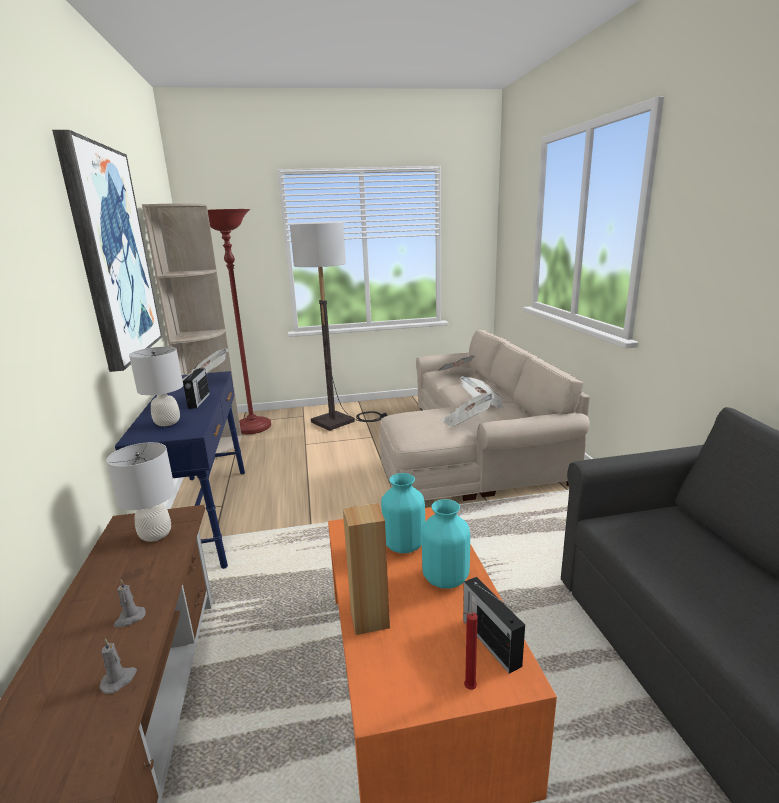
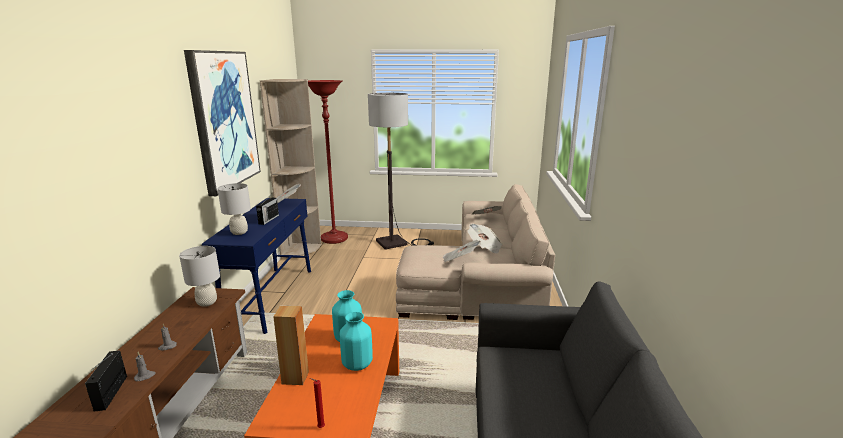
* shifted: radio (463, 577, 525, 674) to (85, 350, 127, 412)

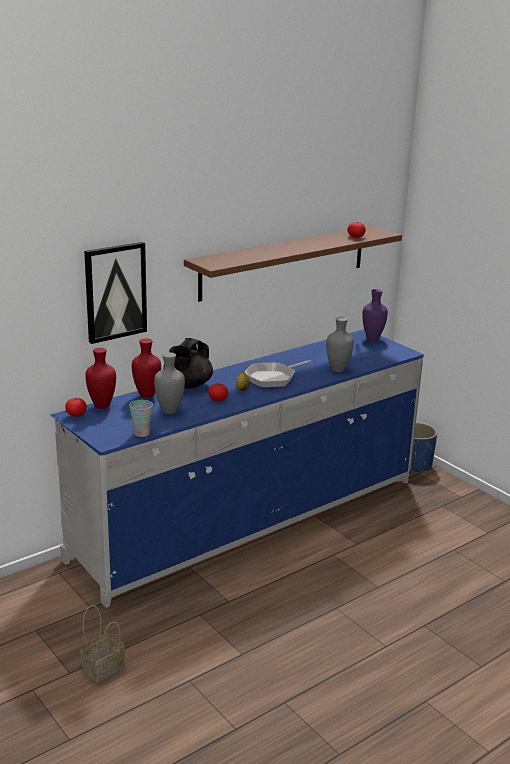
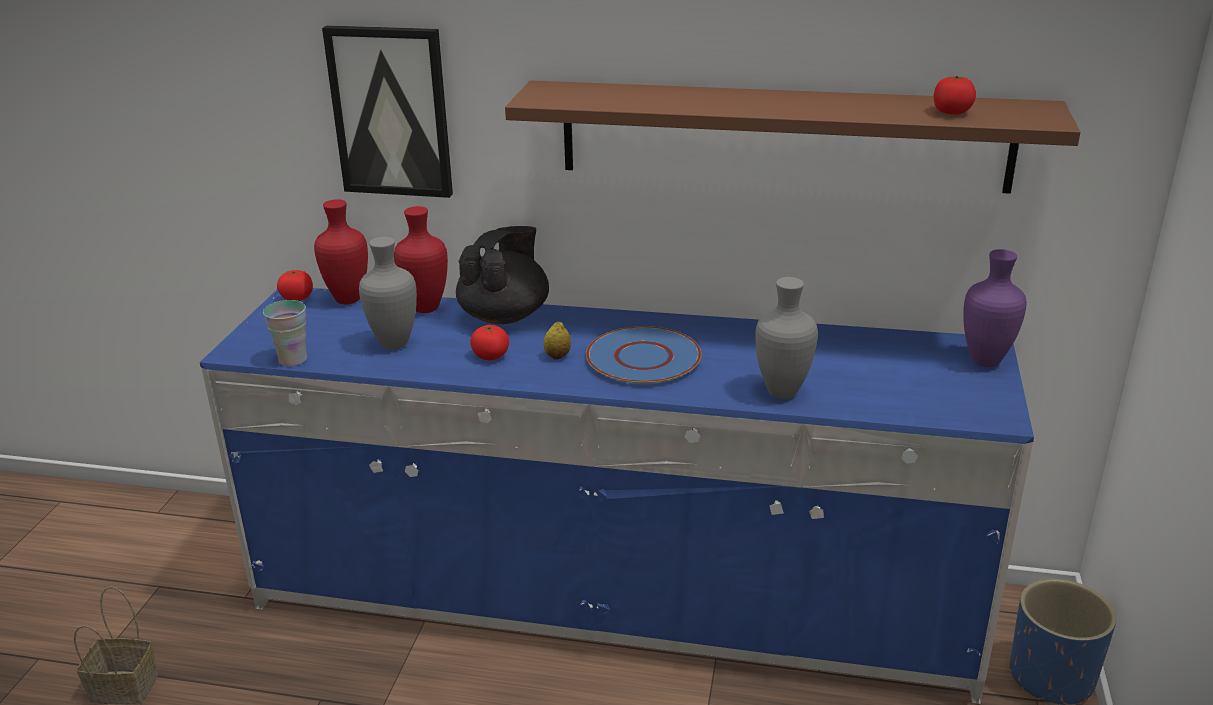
* rotated: tetera/negro (163, 338, 213, 389) = (456, 226, 549, 324) 135 degrees clockwise
* swapped: sartén (245, 360, 311, 388) to plato/azul (586, 326, 702, 385)

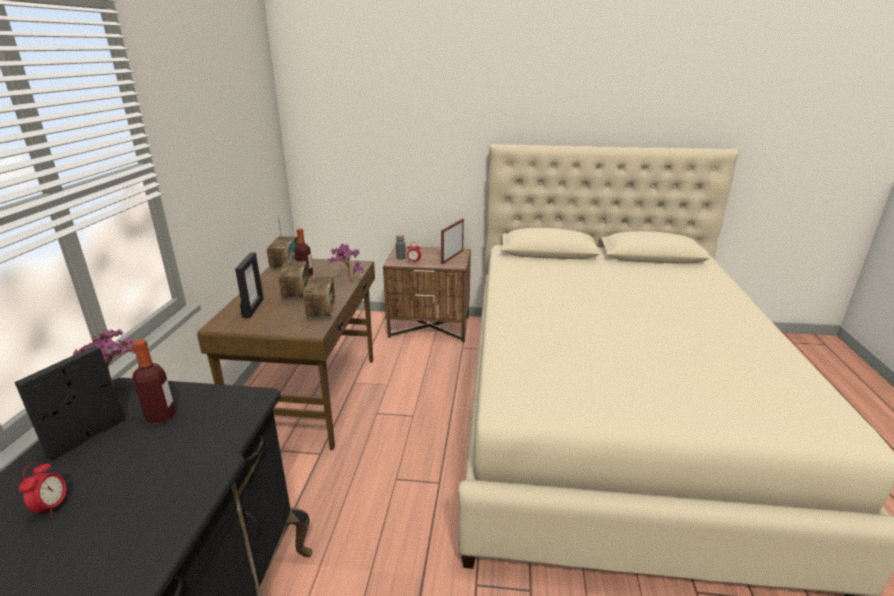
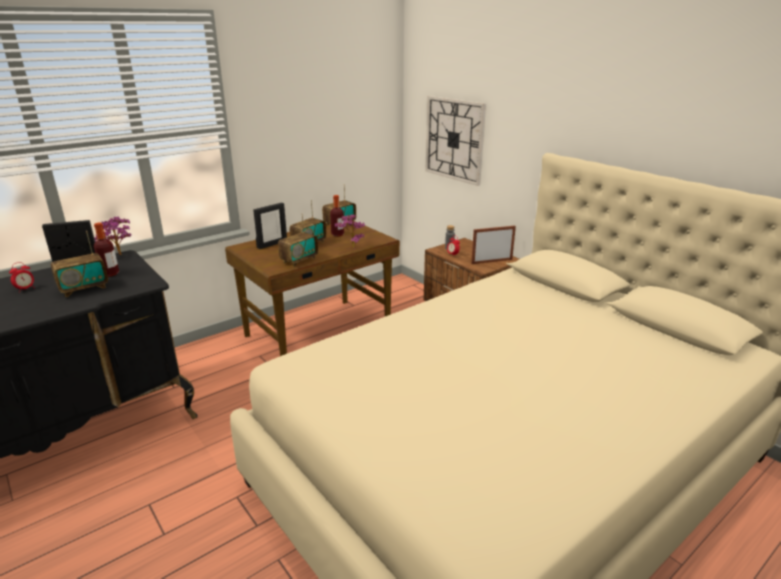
* new: reloj de pared (425, 96, 486, 186)
* new: radio (51, 231, 108, 297)

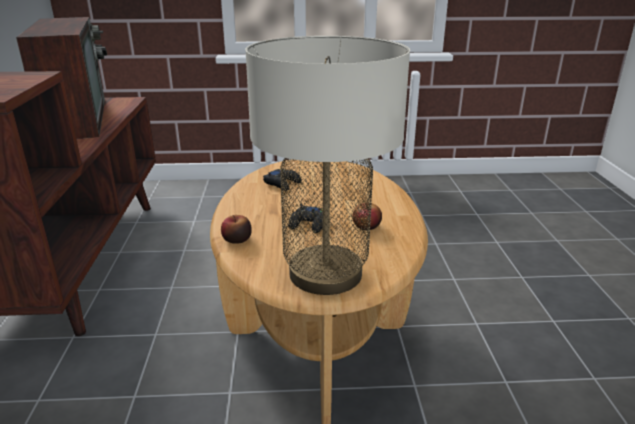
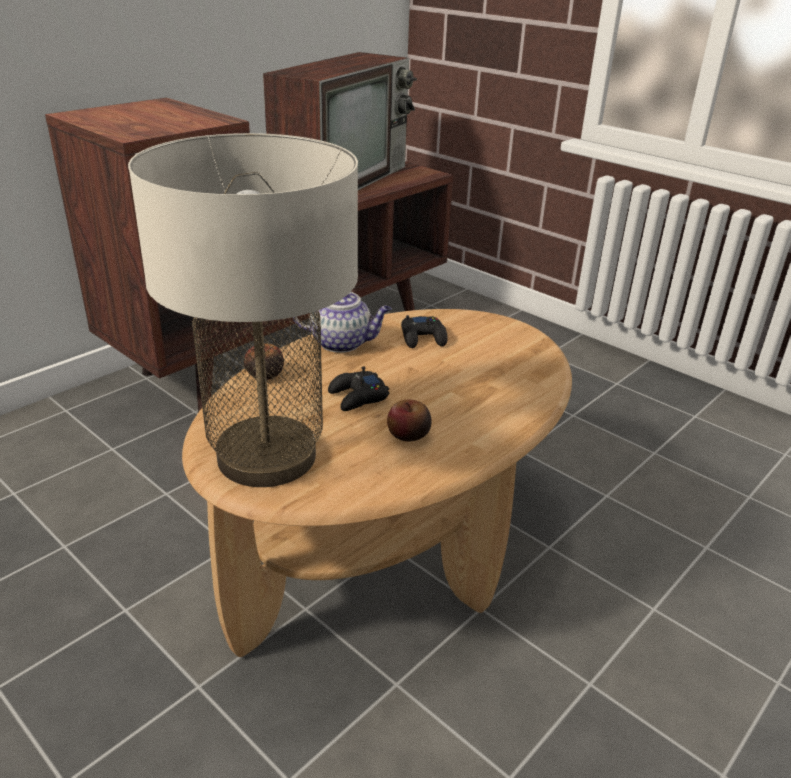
* new: tetera (292, 292, 392, 353)

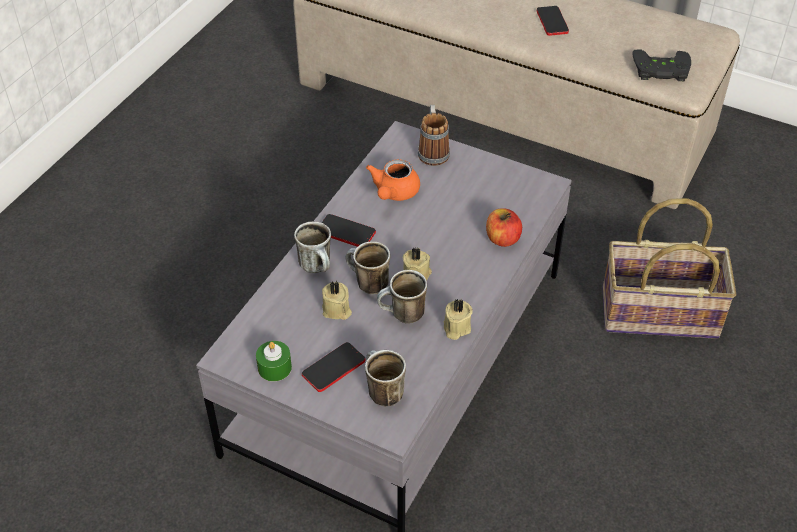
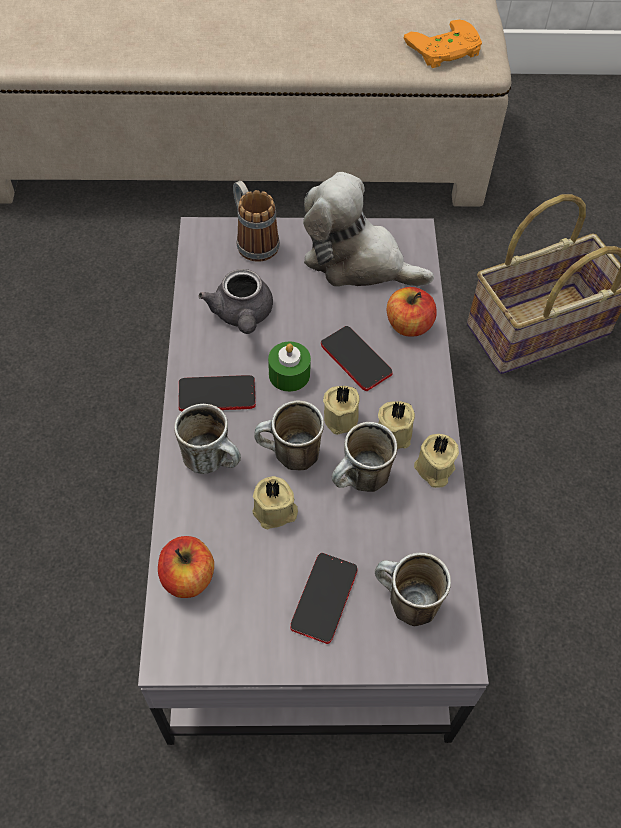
* shifted: móvil (537, 6, 569, 36) to (321, 326, 393, 391)
* repainted: mando de consola/negro (632, 49, 691, 81) to mando de consola/naranja (404, 20, 482, 68)
* repainted: tetera/naranja (366, 159, 420, 201) to tetera/gris (198, 269, 273, 334)
* shifted: vela/verde (256, 341, 292, 381) to (268, 341, 311, 392)
* new: peluche (303, 172, 434, 287)
* new: vela/beis (378, 401, 415, 449)
* new: manzana (158, 536, 214, 598)

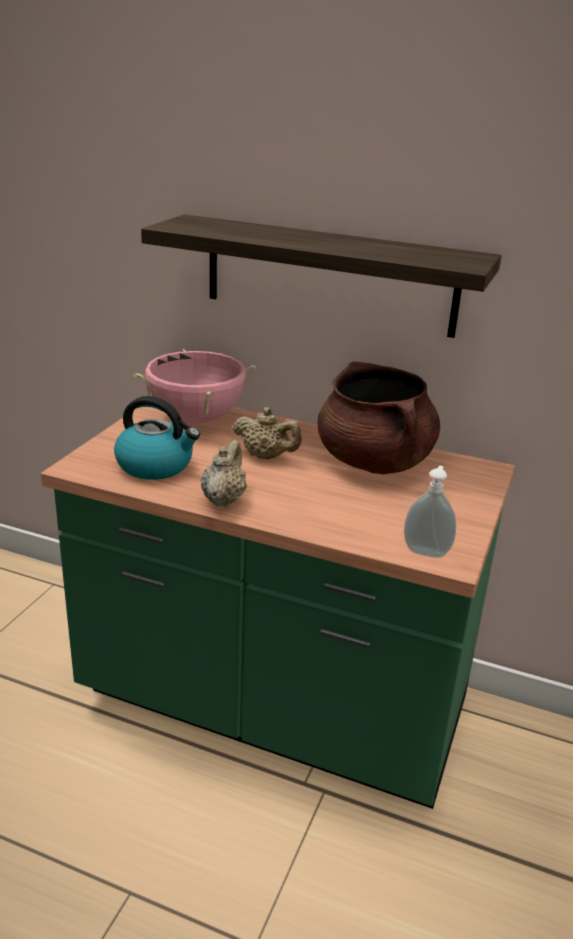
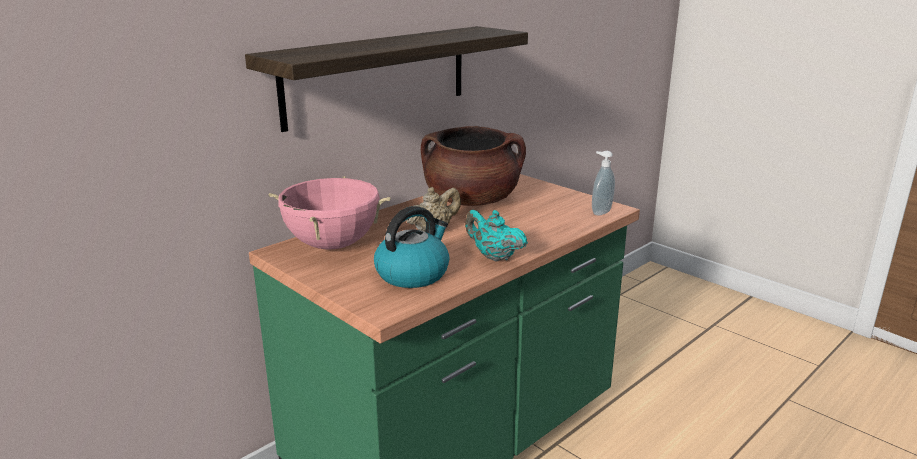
* repainted: tetera/beis (201, 440, 247, 507) to tetera/turquesa (465, 210, 528, 261)

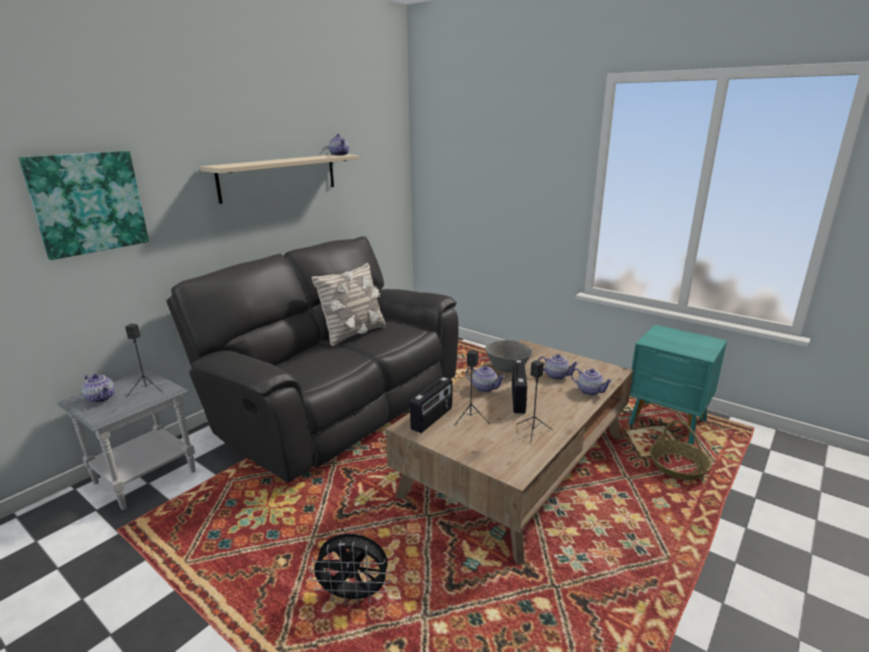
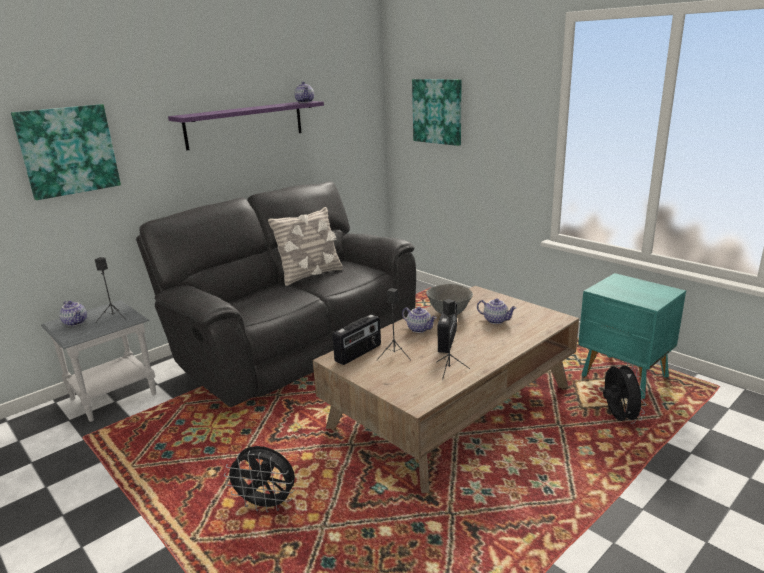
* repainted: estante/beis (200, 154, 359, 204) to estante/morado (168, 101, 324, 150)
* gone: tetera (571, 368, 613, 396)
* swapped: cesta (649, 420, 712, 480) to ventilador/negro (603, 362, 646, 424)
* new: cuadro (412, 79, 462, 146)

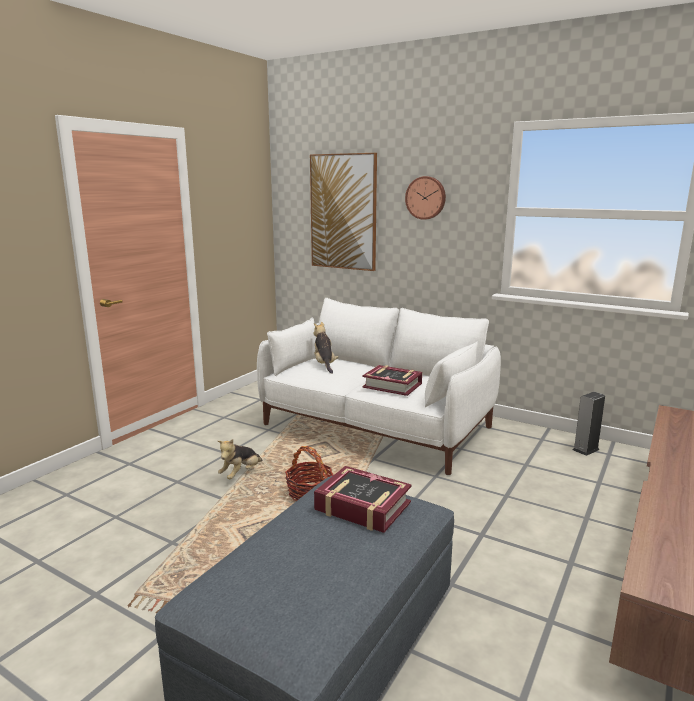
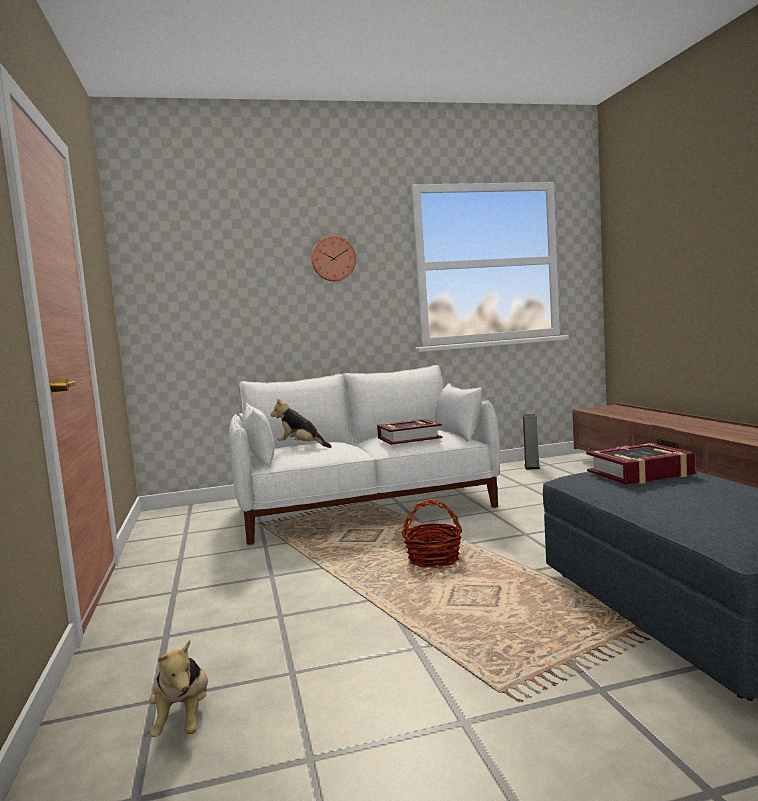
* gone: cuadro (310, 153, 377, 271)
* shifted: peluche (218, 439, 263, 479) to (149, 640, 208, 737)

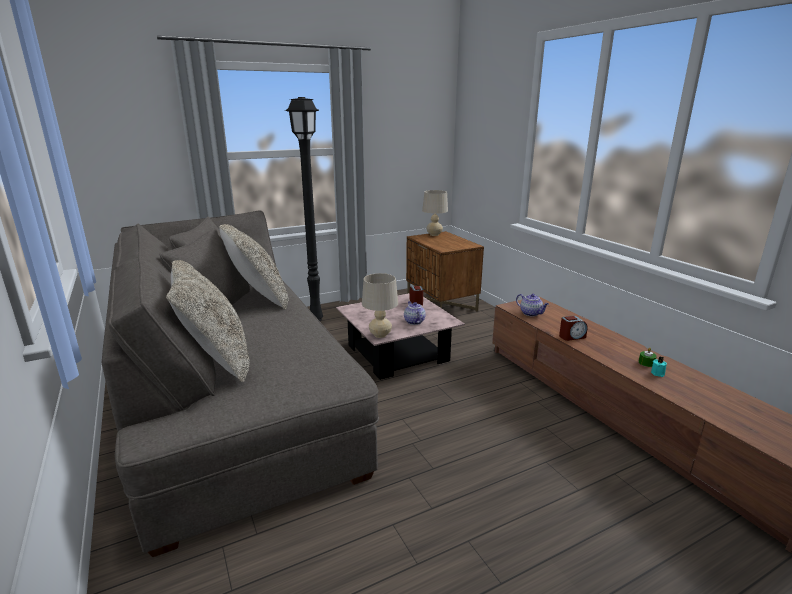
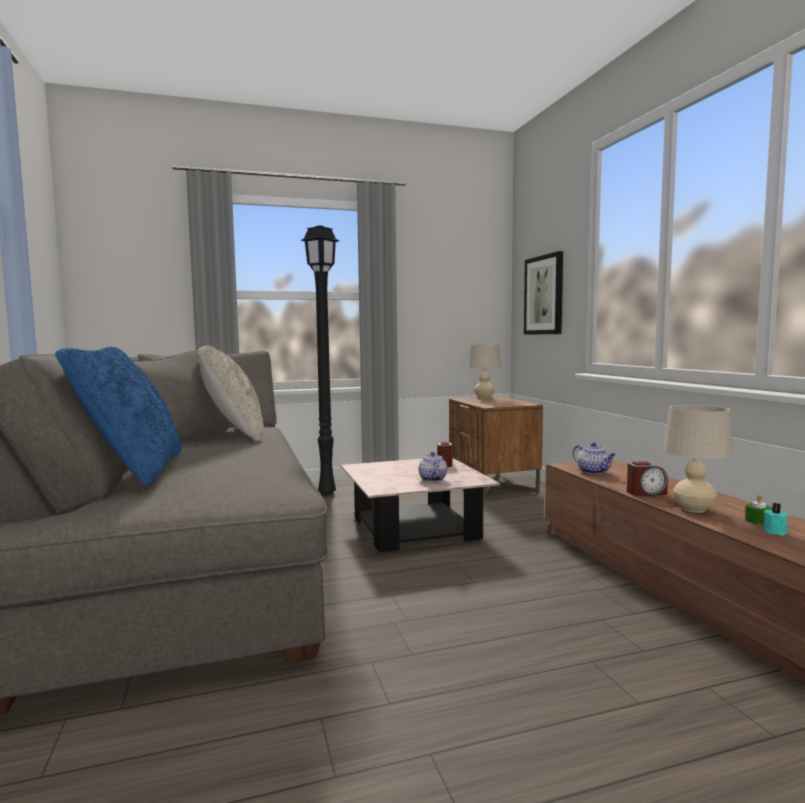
* repainted: cojín/beis (167, 260, 249, 382) to cojín/azul (55, 347, 181, 486)
* shifted: lámpara de mesa/beis (362, 273, 398, 338) to (663, 405, 732, 513)
* new: cuadro (524, 251, 563, 335)

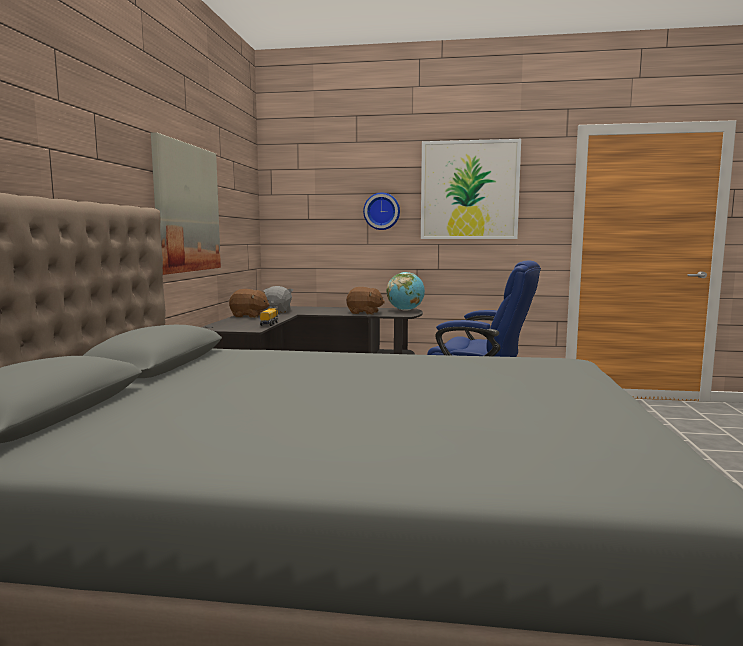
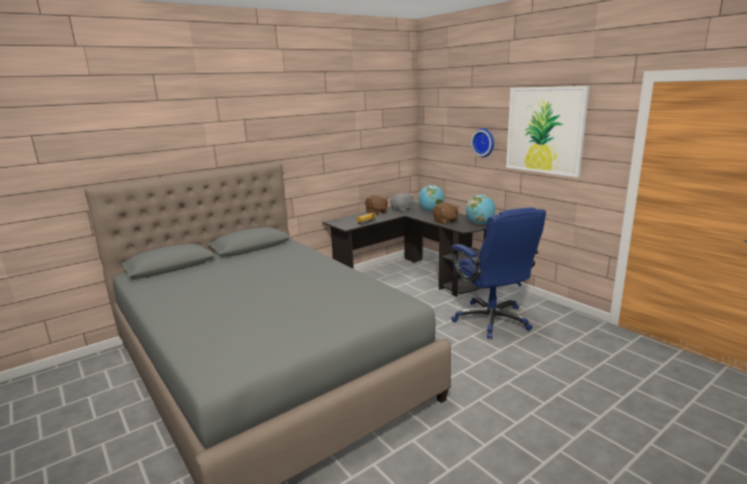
* gone: cuadro (151, 132, 221, 275)
* new: globo terráqueo (418, 185, 445, 212)

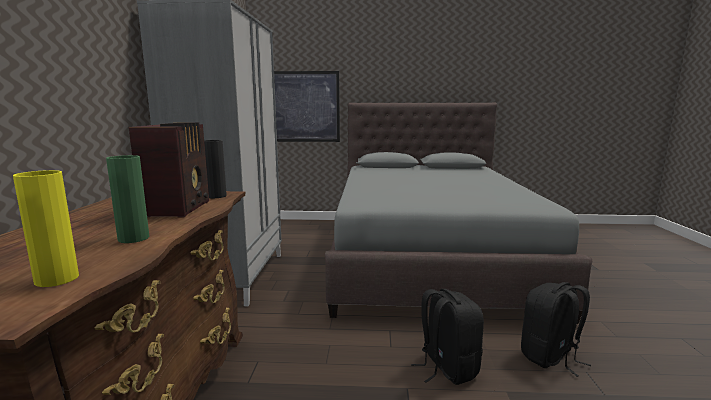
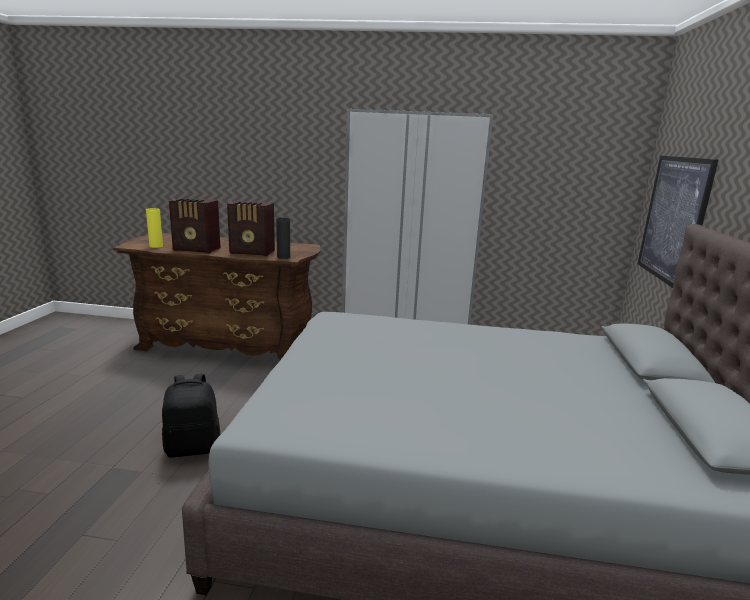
* swapped: florero/verde (106, 155, 149, 243) to radio (169, 198, 221, 253)
* gone: mochila/negro (521, 282, 591, 377)

